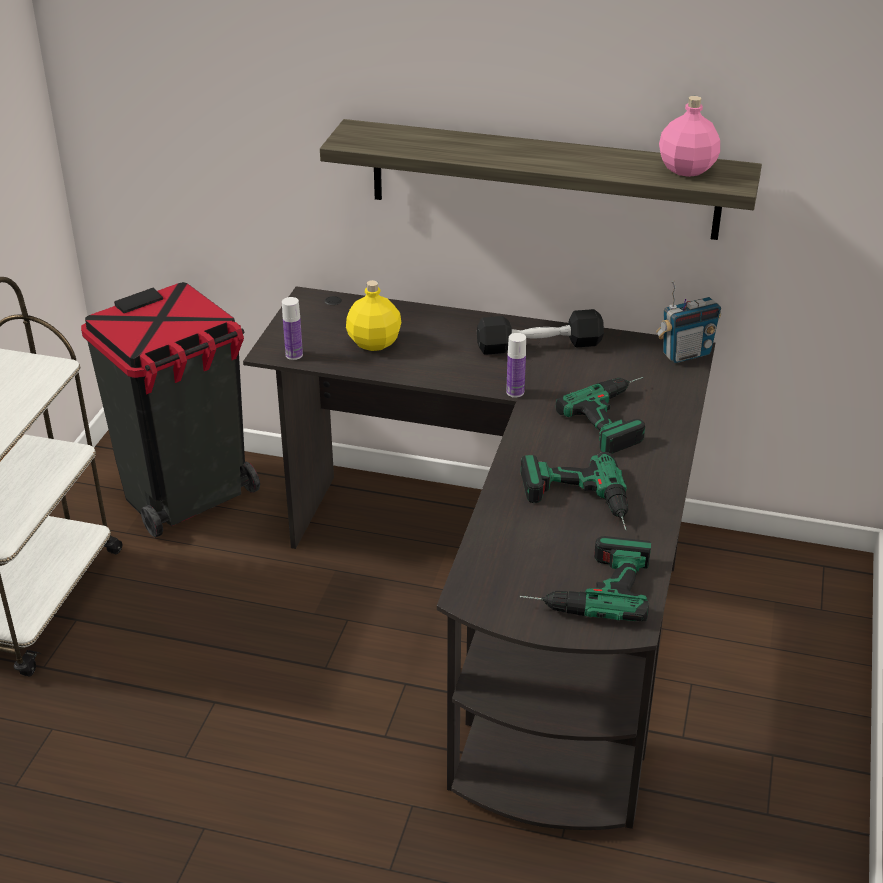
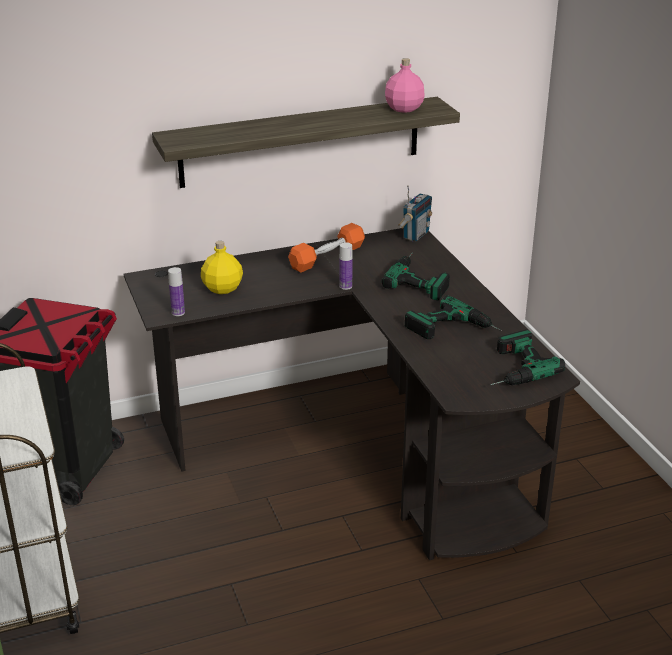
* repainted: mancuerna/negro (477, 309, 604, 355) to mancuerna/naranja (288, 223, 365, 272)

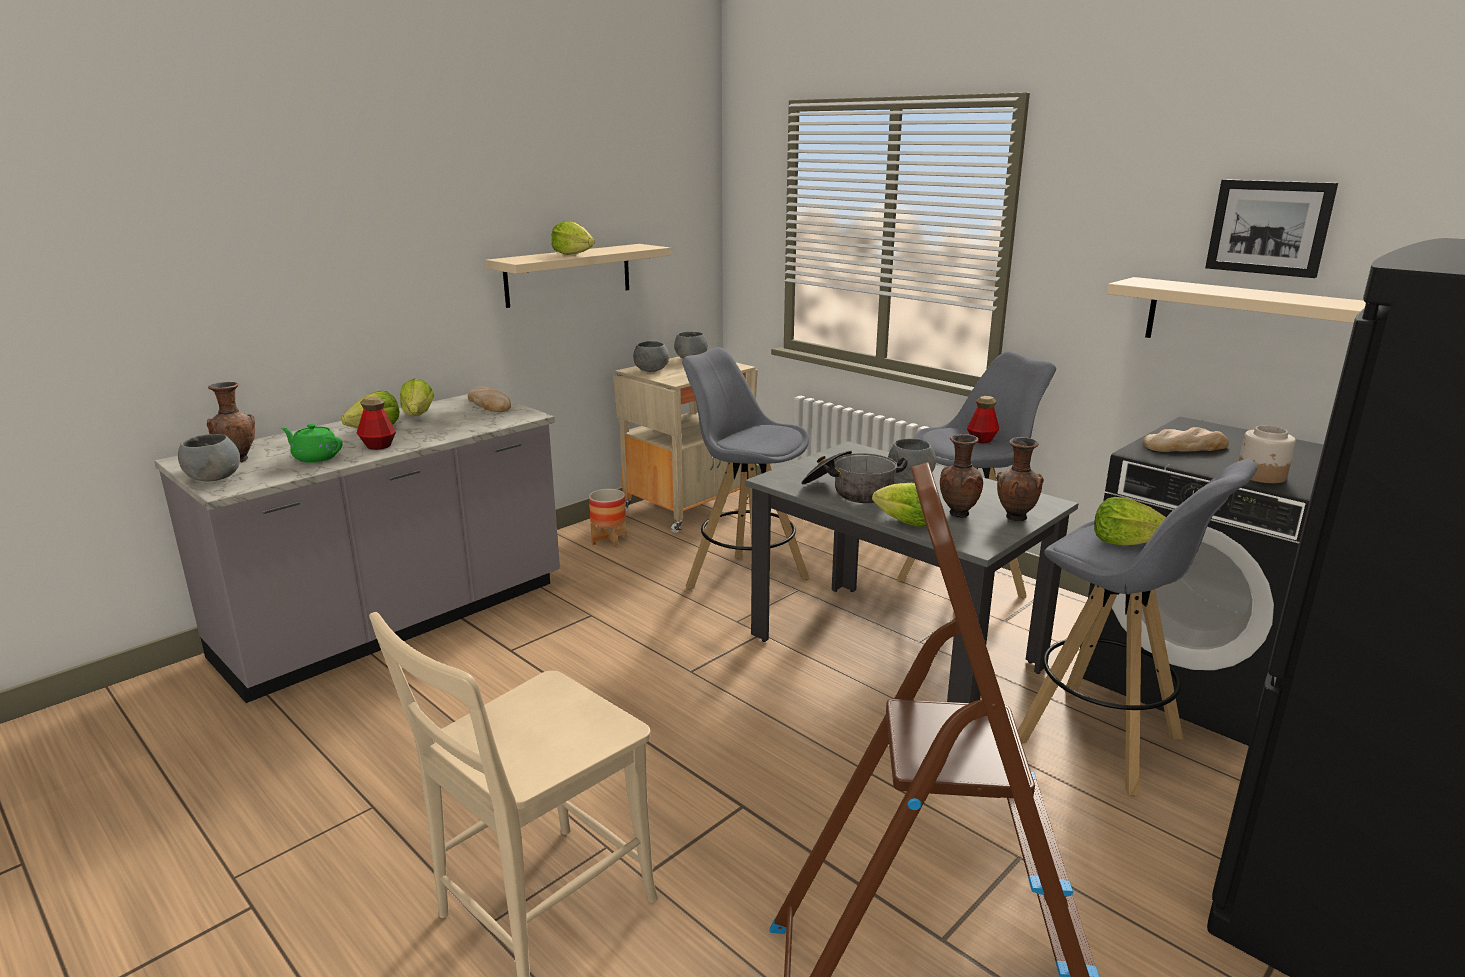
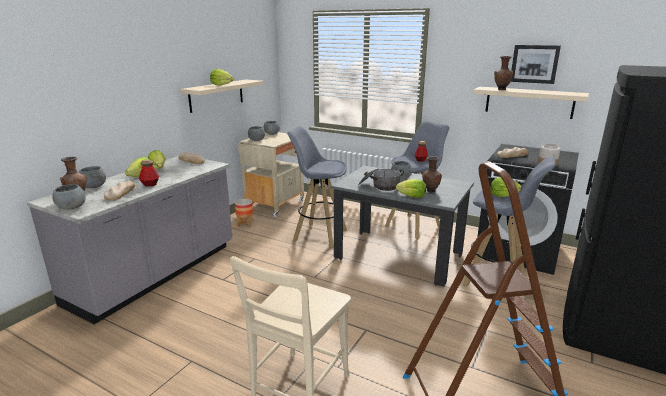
* swapped: tetera/verde (281, 424, 343, 463) to pan (104, 181, 135, 200)
* shifted: florero/marrón (997, 437, 1044, 521) to (494, 56, 513, 90)
* new: cuenco/gris (79, 166, 106, 188)

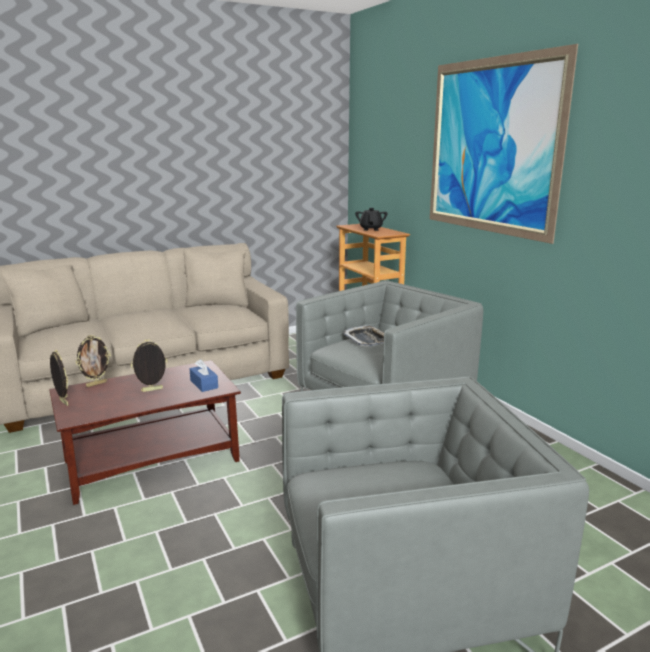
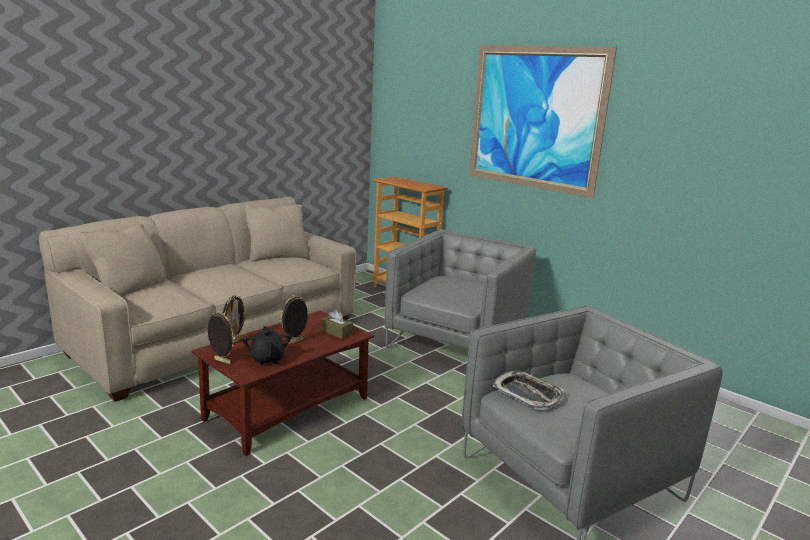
* shifted: tetera/negro (355, 208, 388, 231) to (243, 326, 291, 365)
* shifted: bandeja (343, 326, 384, 347) to (493, 370, 564, 410)
* repainted: caja de pañuelos/azul (190, 359, 218, 392) to caja de pañuelos/marrón (321, 309, 353, 339)

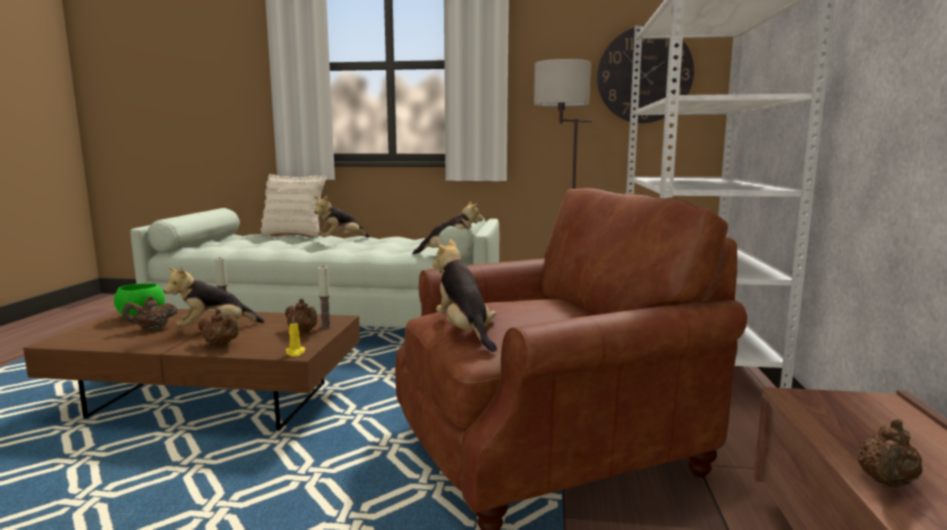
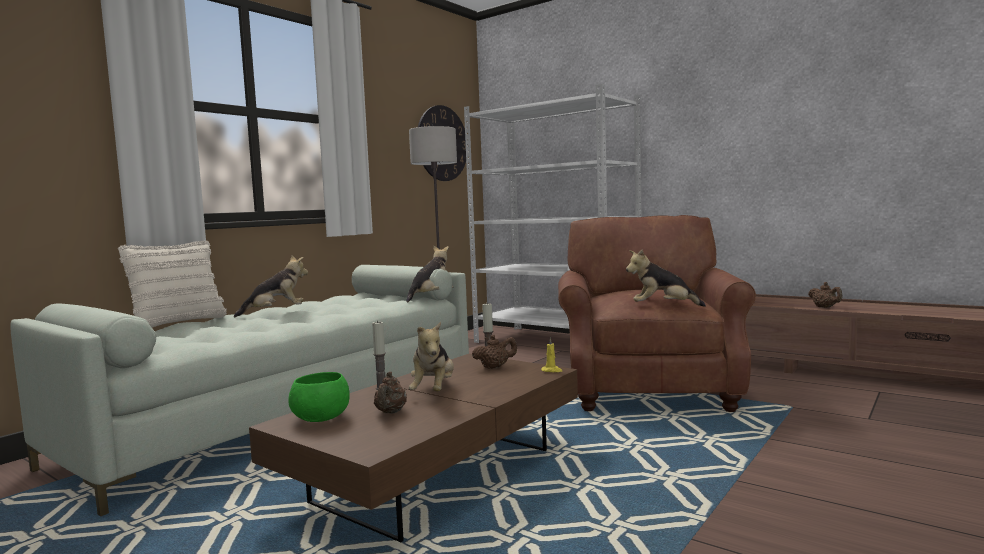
* rotated: peluche (314, 195, 369, 237) = (234, 255, 308, 317) 105 degrees counterclockwise
* gone: tetera/marrón (198, 309, 239, 346)

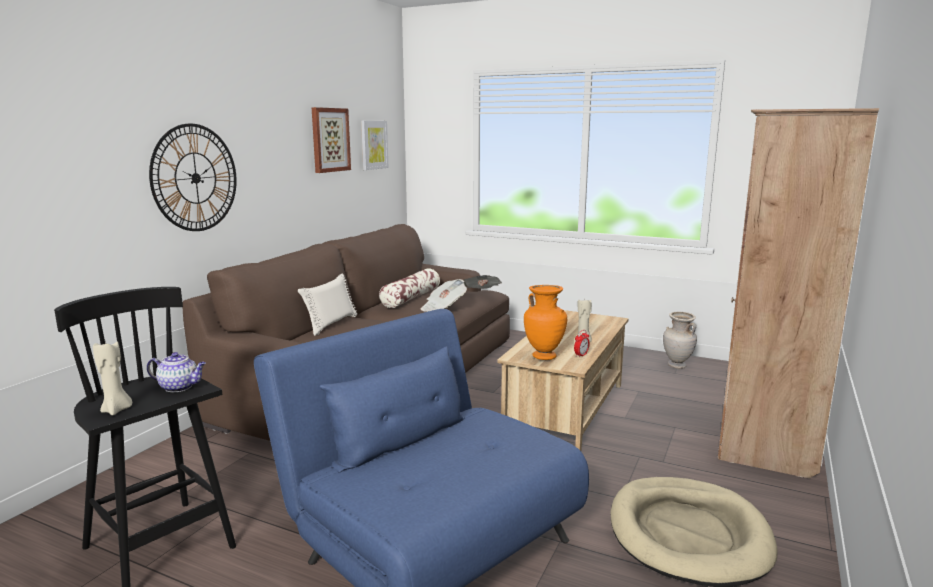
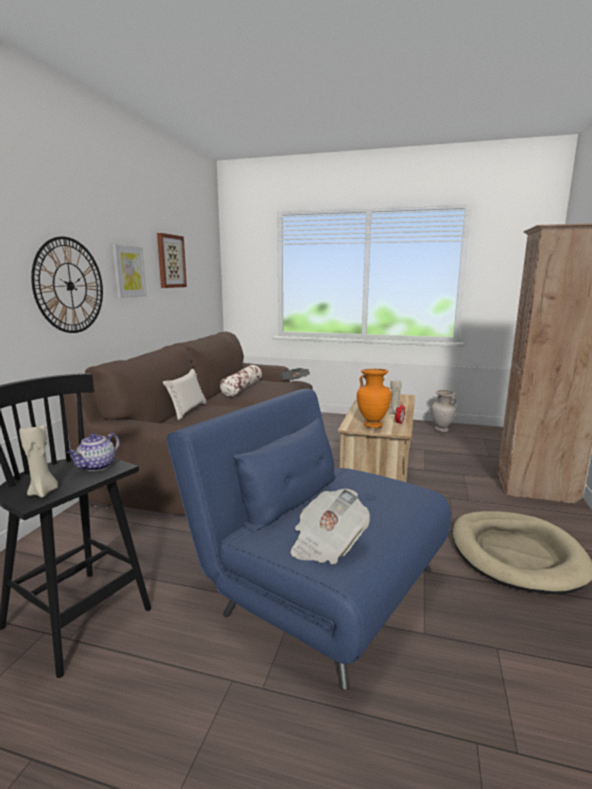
* shifted: cuadro (361, 121, 388, 170) to (112, 244, 146, 298)
* shifted: periódico (421, 279, 467, 312) to (290, 489, 370, 564)
* rotated: tetera (147, 352, 206, 392) = (67, 433, 120, 471) 120 degrees clockwise

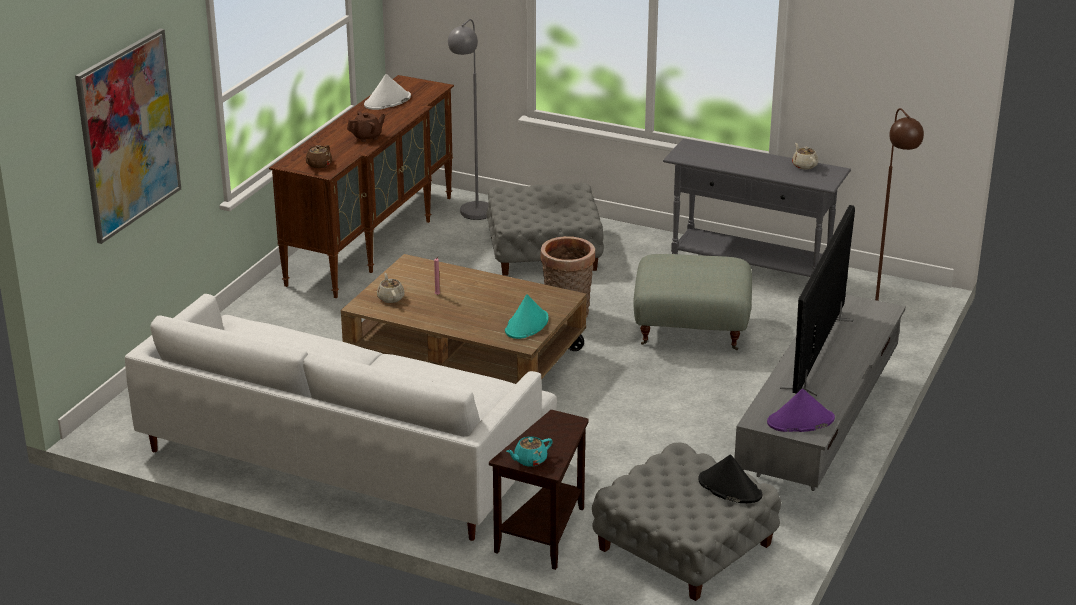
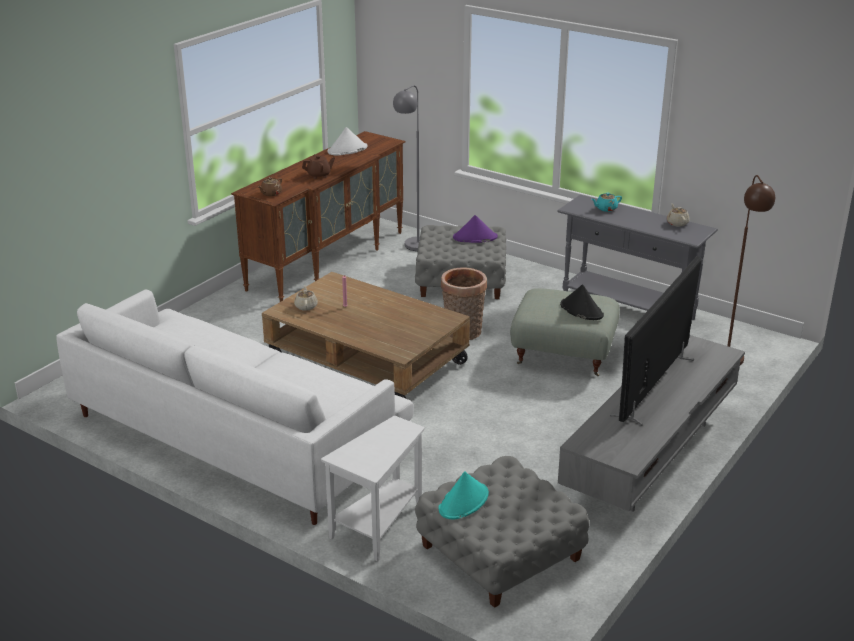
* gone: cuadro (75, 28, 181, 244)
* shifted: sombrero/turquesa (505, 294, 549, 339) to (439, 471, 489, 519)
* shifted: sombrero/morado (767, 389, 835, 432) to (453, 215, 498, 243)
* repainted: mesa auxiliar/marrón (489, 410, 589, 570) to mesa auxiliar/blanco (321, 416, 424, 561)
* shifted: tetera/turquesa (506, 436, 553, 467) to (592, 193, 622, 212)
* shifted: sombrero/negro (698, 454, 762, 503) to (560, 284, 604, 320)

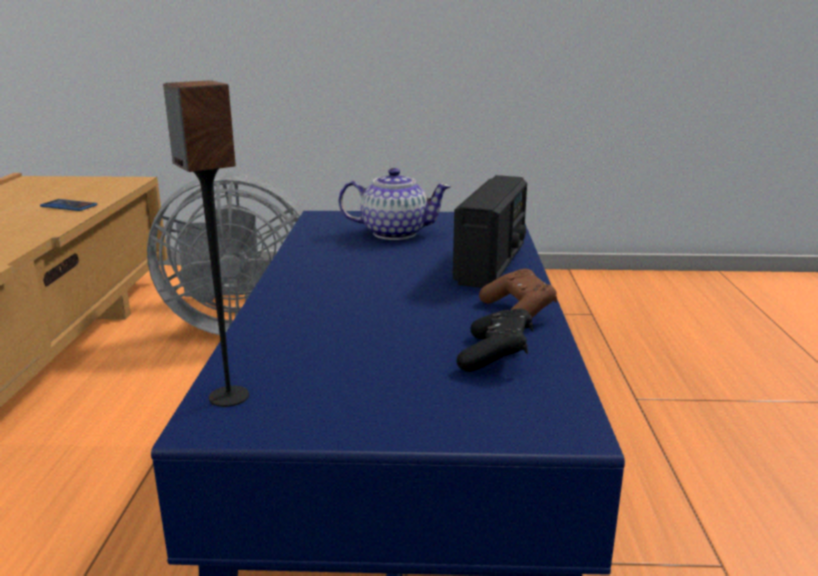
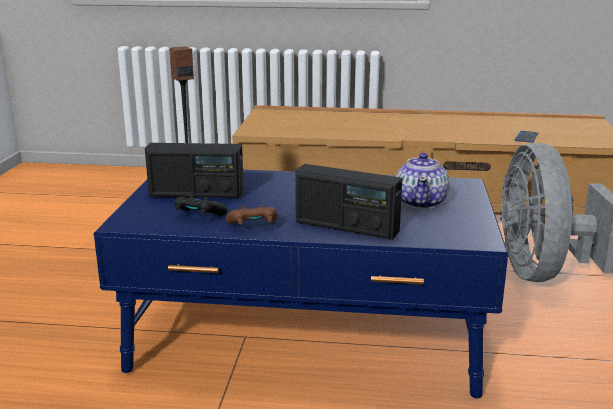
* new: radio (145, 143, 244, 198)

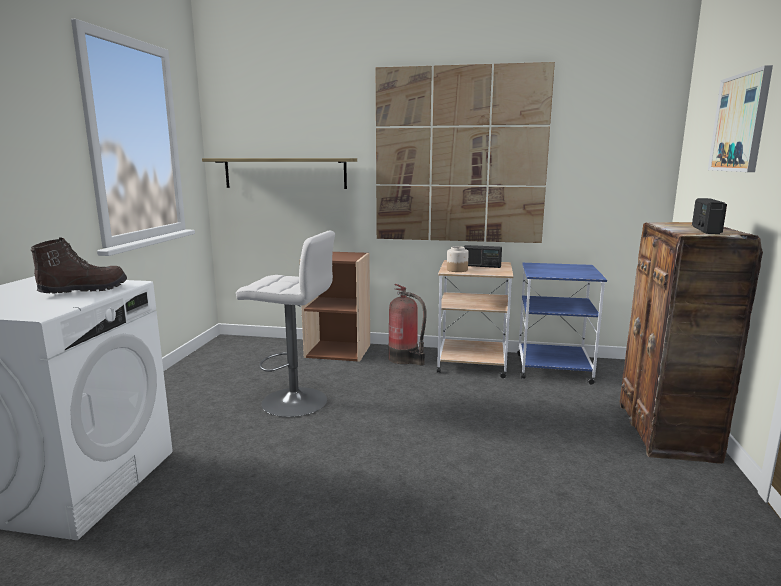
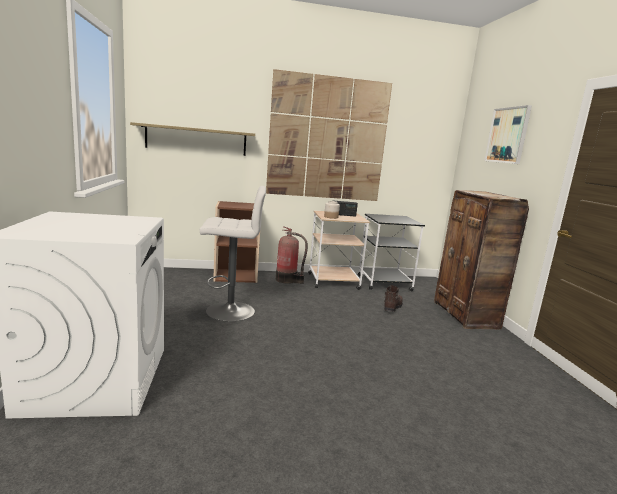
* gone: radio (692, 198, 727, 234)
* shifted: bota/marrón (30, 237, 127, 293) to (383, 285, 403, 312)
* repainted: carrito/azul (517, 263, 607, 384) to carrito/negro (358, 214, 425, 291)

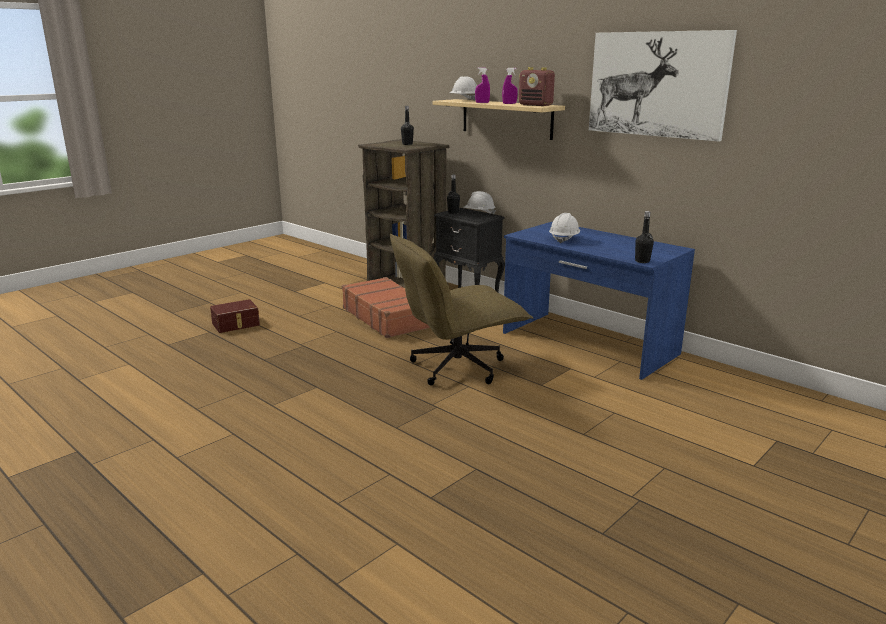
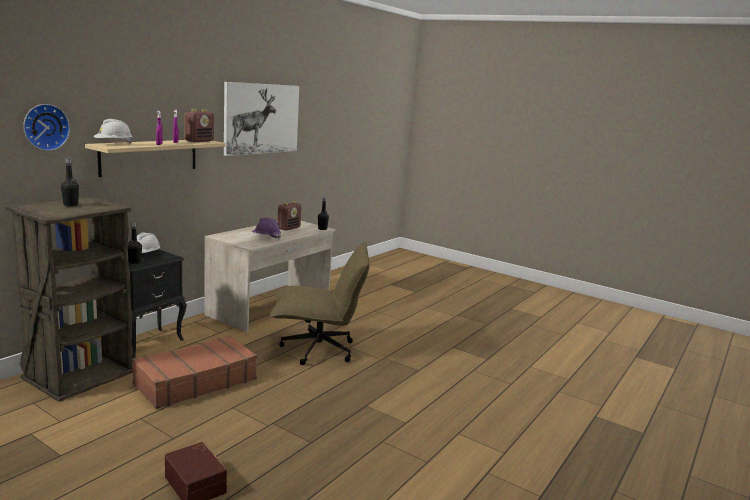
* repainted: casco/blanco (549, 213, 580, 244) to casco/morado (252, 218, 281, 239)
* repainted: escritorio/azul (503, 222, 695, 380) to escritorio/beis (205, 221, 335, 332)
* rotated: silla de oficina/beis (390, 234, 533, 385) = (270, 242, 370, 365) 60 degrees counterclockwise
* new: reloj de pared (23, 104, 70, 151)
* new: radio (277, 201, 301, 231)

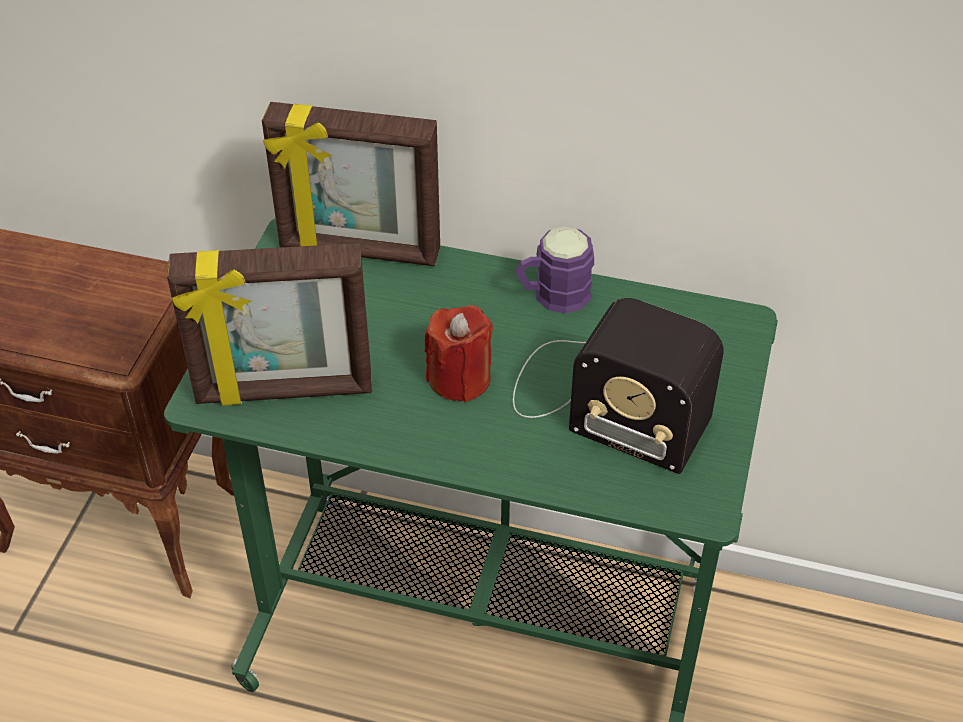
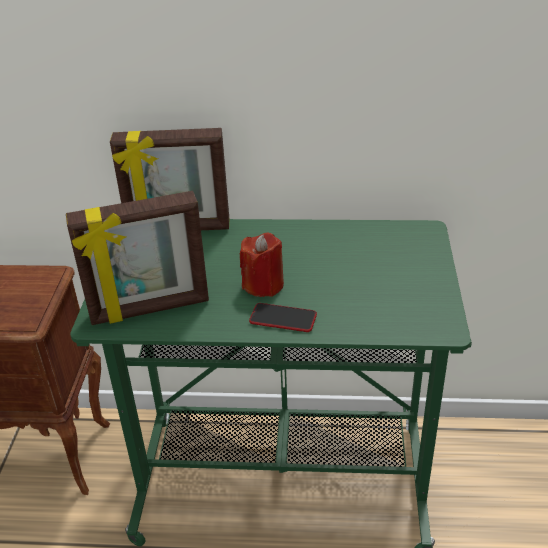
* gone: taza grande/morado (515, 227, 594, 314)
* gone: radio (513, 298, 723, 474)
* new: móvil (249, 303, 317, 332)

